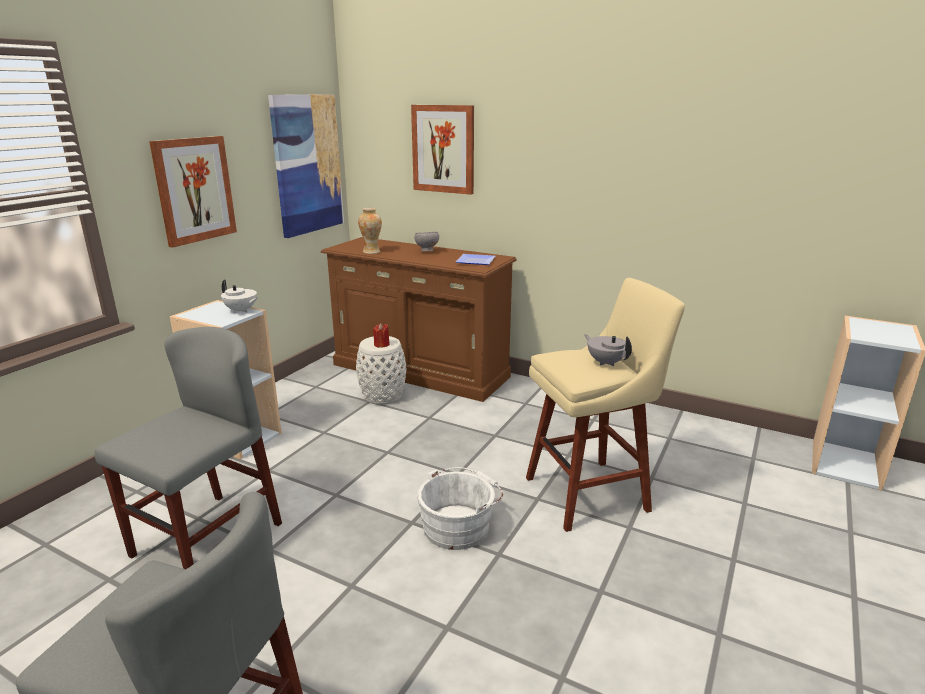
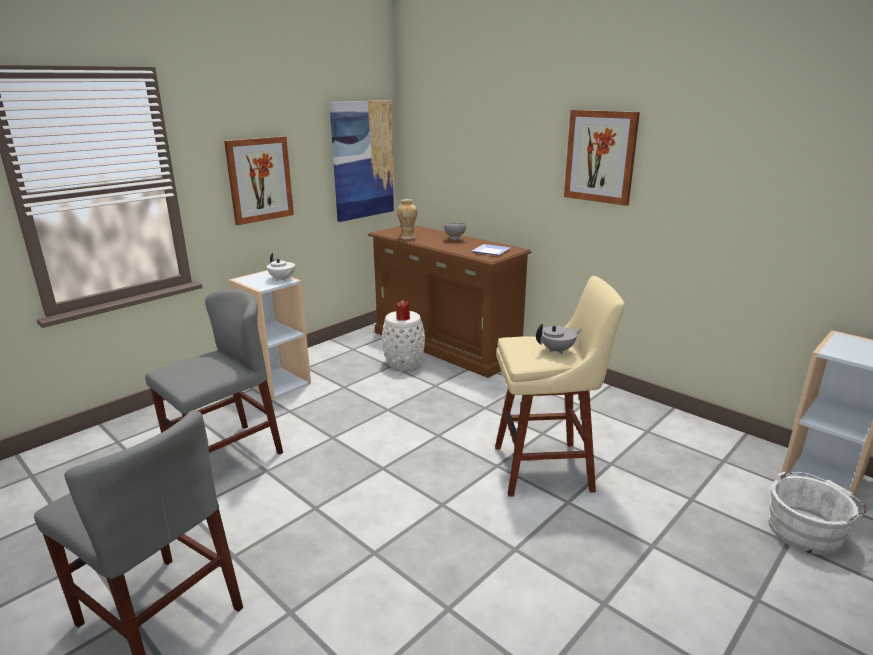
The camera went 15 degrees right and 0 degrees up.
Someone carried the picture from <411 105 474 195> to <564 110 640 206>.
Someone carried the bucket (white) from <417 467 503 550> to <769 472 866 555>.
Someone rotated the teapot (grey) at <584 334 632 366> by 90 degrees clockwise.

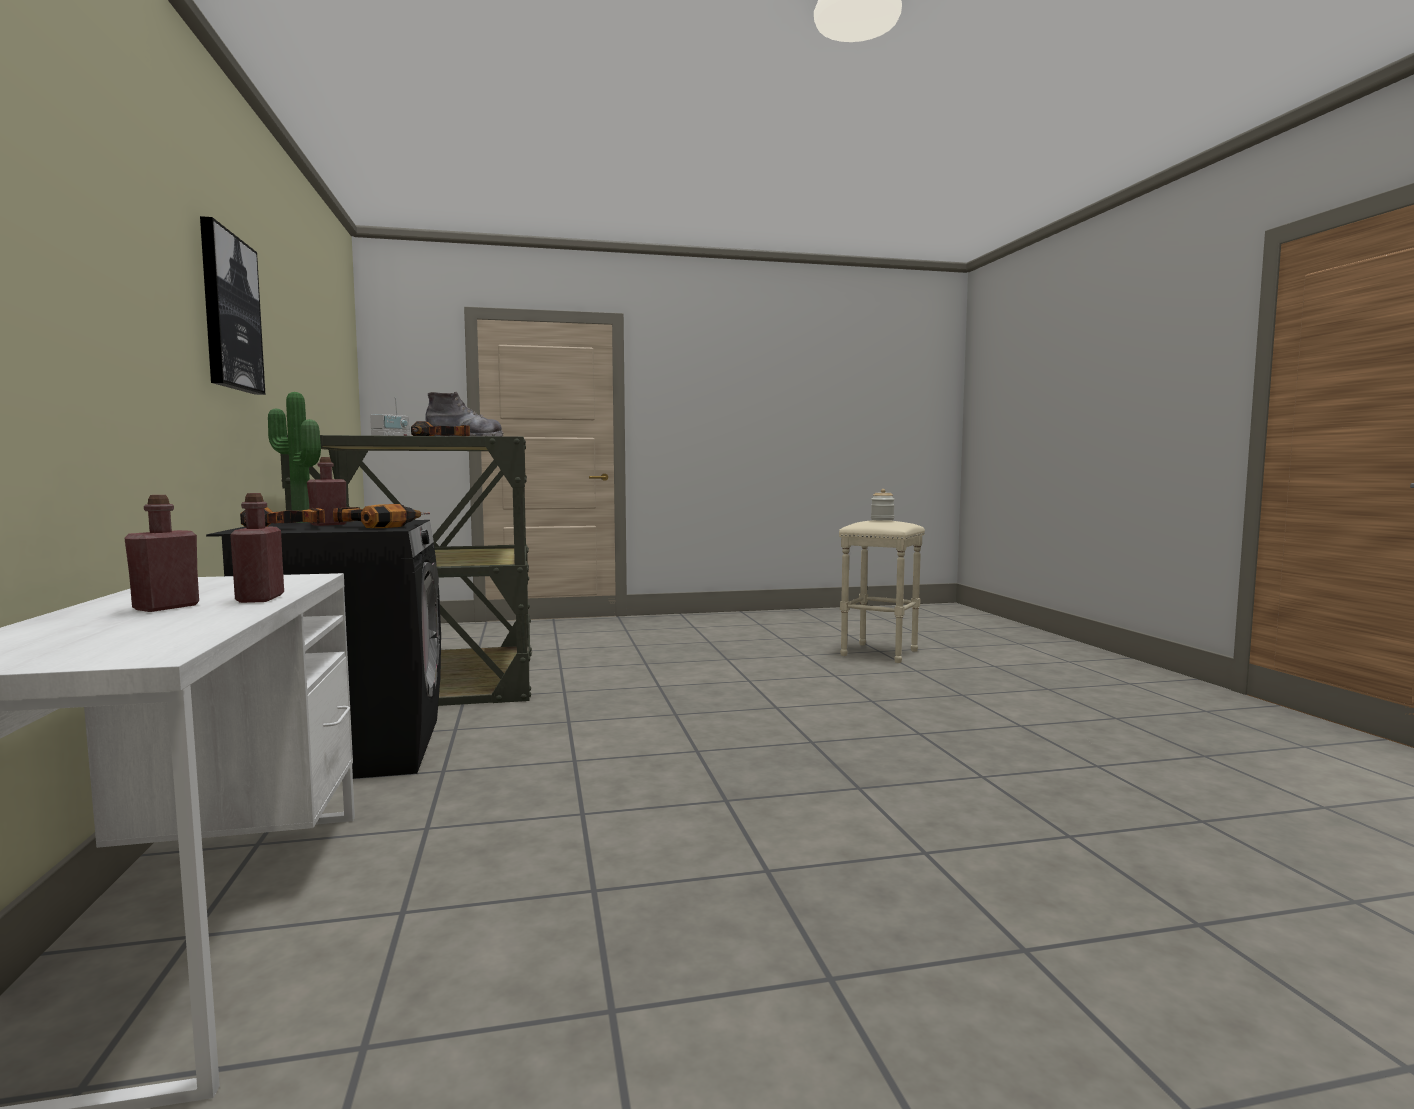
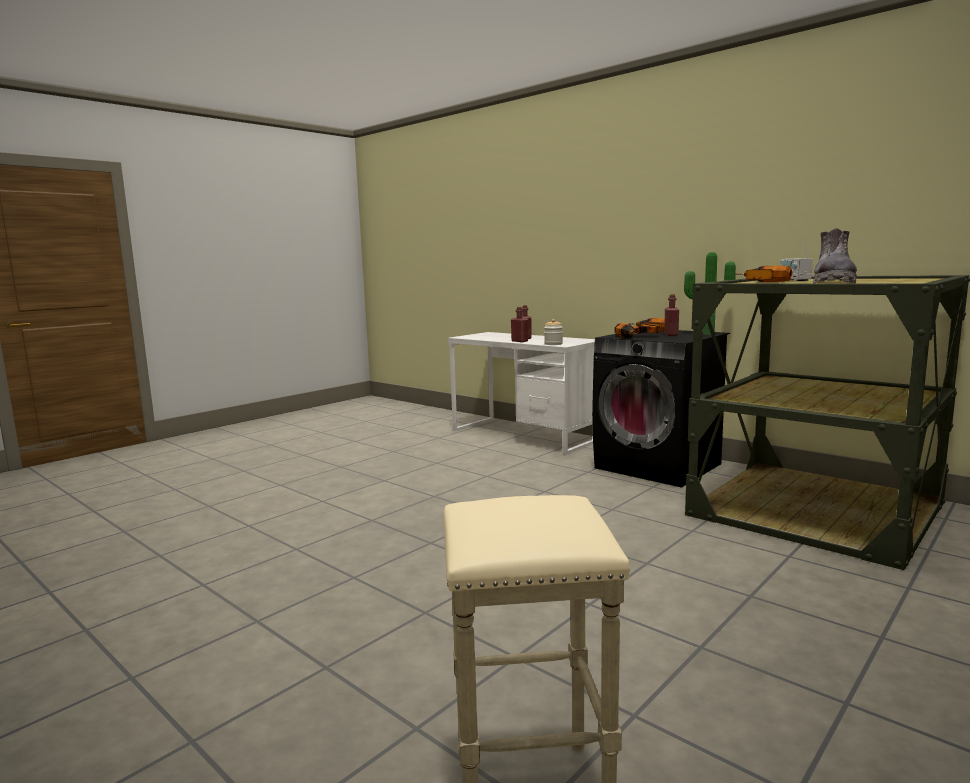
The camera went 145 degrees right and 5 degrees up.
Someone took away the picture at <200 216 265 395>.
Someone carried the jar from <871 489 895 521> to <544 319 563 345>.

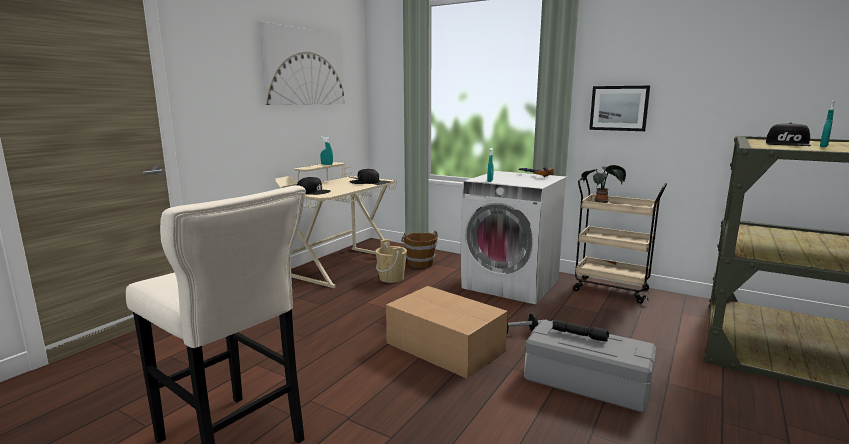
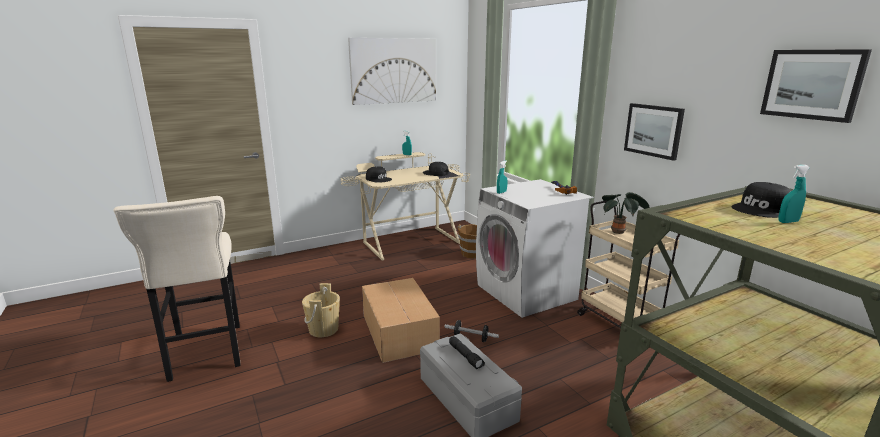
The camera went 30 degrees right and 5 degrees up.
Someone carried the bucket (beige) from <375 239 407 283> to <302 283 340 337>.
Someone put up the picture at <760 49 872 123>.

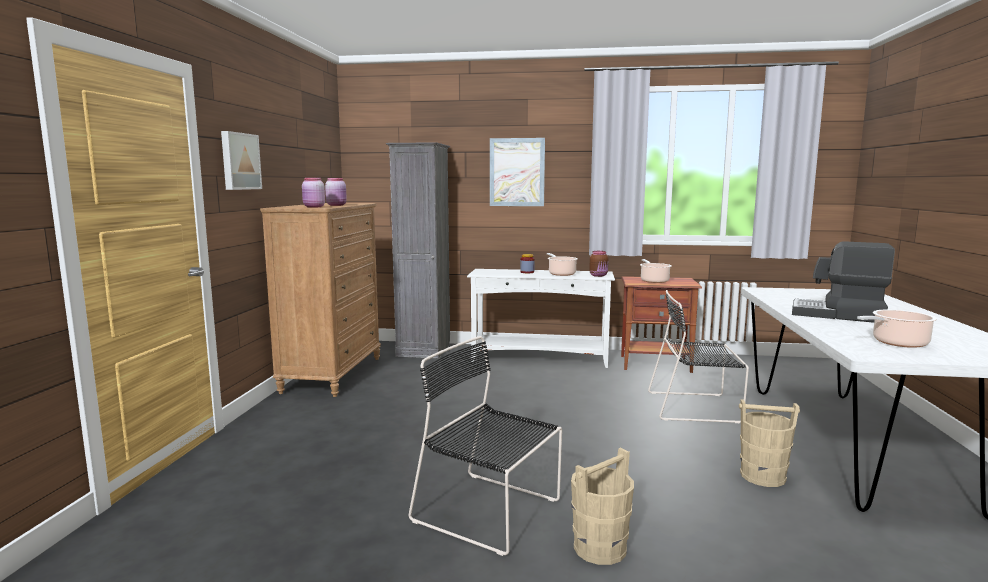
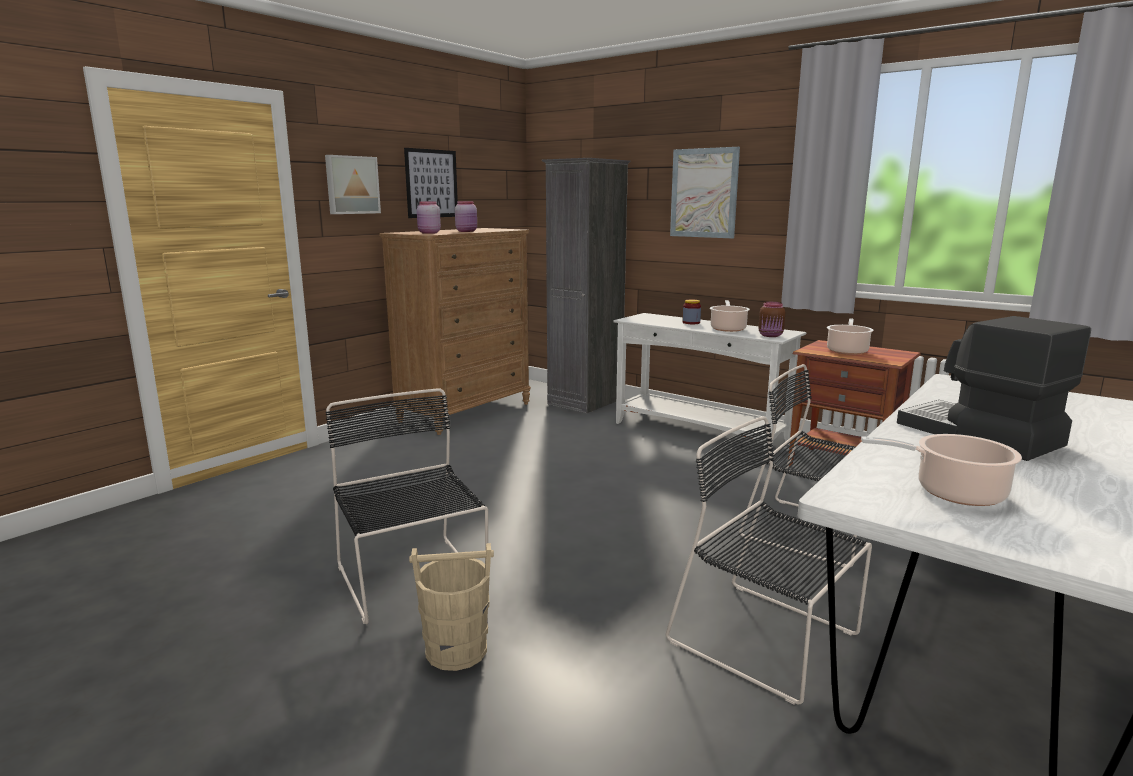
The camera went 30 degrees right and 5 degrees up.
Someone swapped the bucket (beige) at <739 399 800 487> for the chair (black) at <666 416 872 704>.
Someone put up the picture at <404 148 458 218>.

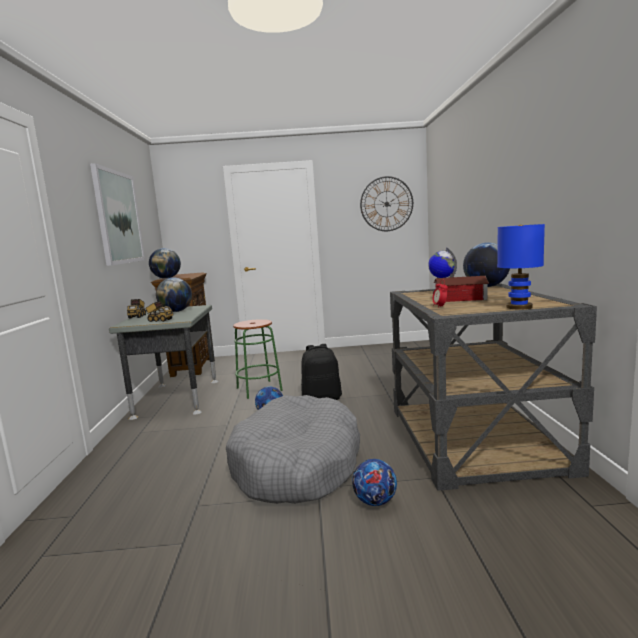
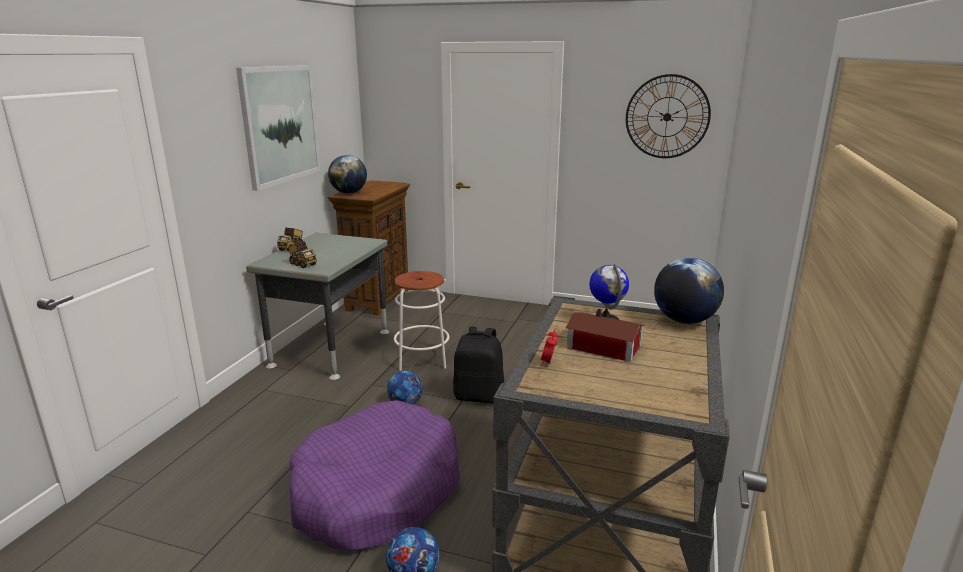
The camera went 20 degrees right and 10 degrees up.
Someone took away the globe at <156 277 192 312>.
Someone repainted the dog bed (grey) at <226 395 360 504>, which became the dog bed (purple) at <289 400 460 551>.
Someone repainted the stool (green) at <233 319 283 399>, which became the stool (white) at <394 271 449 371>.
Someone took away the table lamp (blue) at <497 224 545 310>.

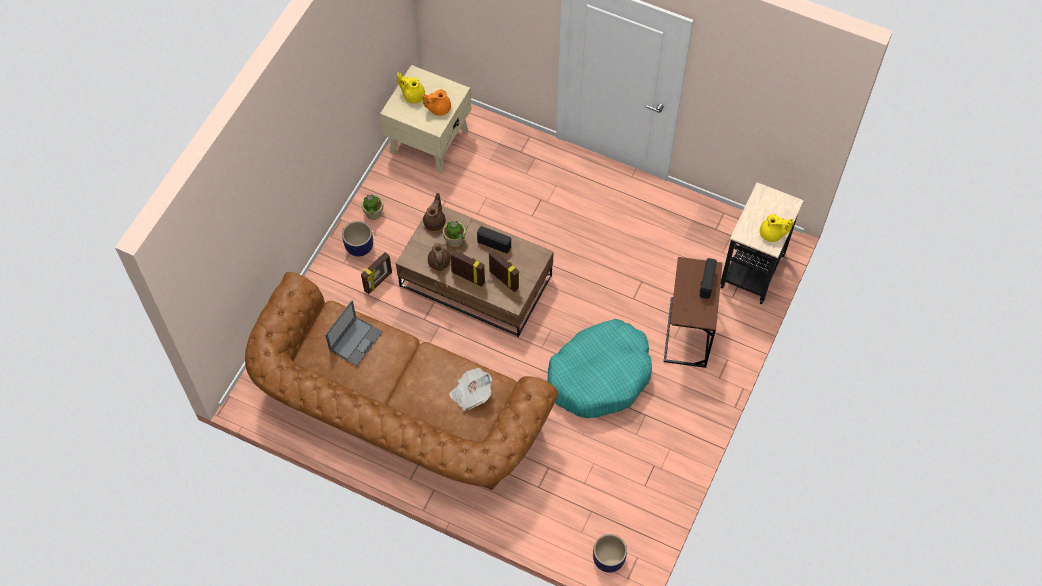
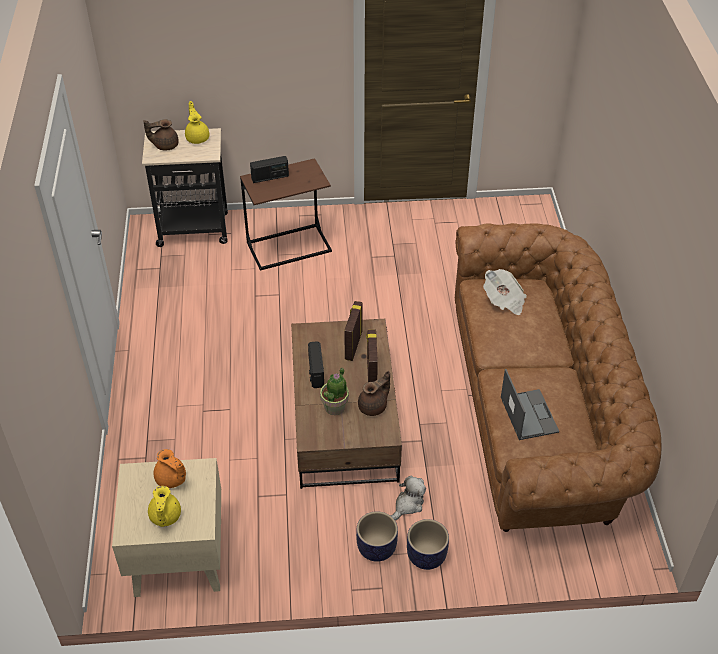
The camera went 120 degrees left and 15 degrees down.
Someone rotated the laptop at <325 300 383 366> by 75 degrees clockwise.
Someone swapped the picture frame at <361 252 392 294> for the plush toy at <391 476 426 521>.
Someone took away the potted plant at <362 194 383 220>.
Someone carried the teapot (brown) from <423 193 446 231> to <143 119 179 150>.
Someone took away the dog bed (turquoise) at <548 319 652 418>.
Someone carried the planter from <593 534 627 573> to <407 519 449 570>.

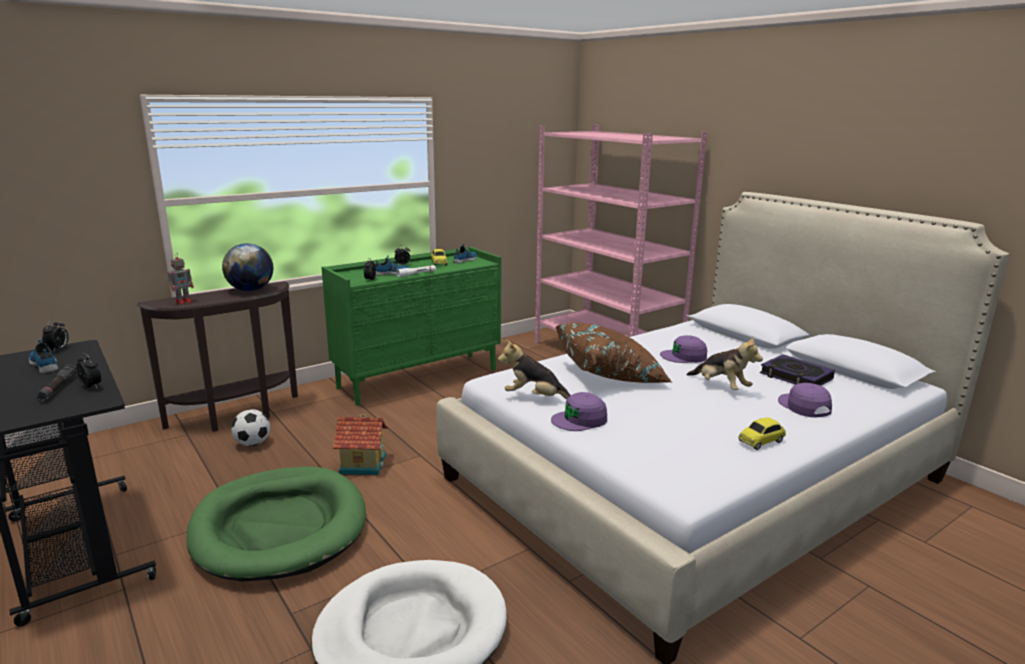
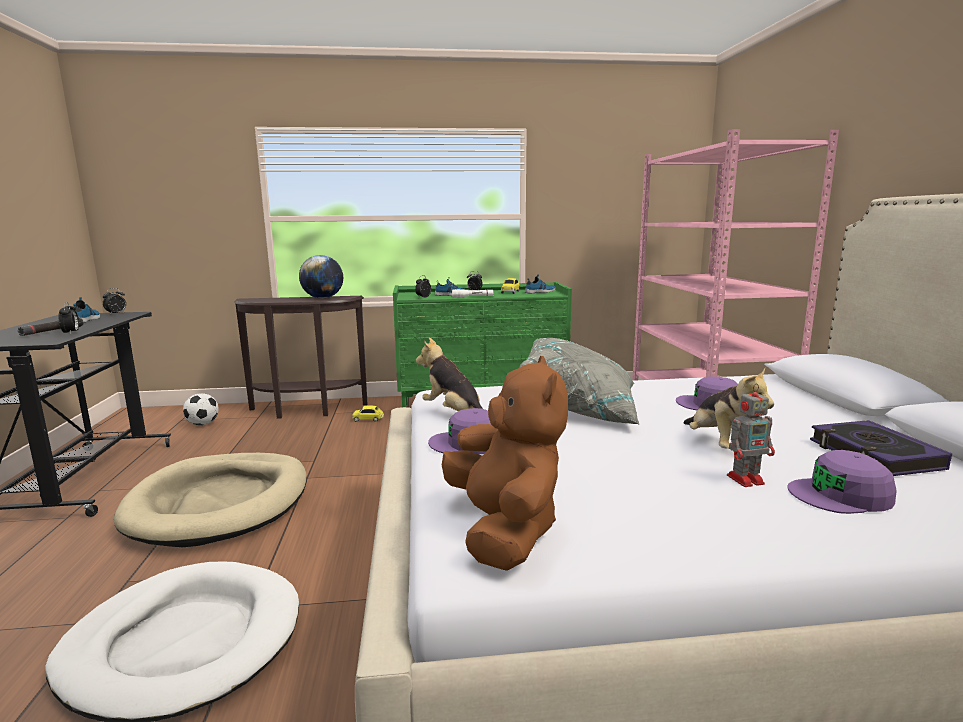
The camera went 30 degrees right and 5 degrees down.
Someone carried the toy robot from <168 253 194 305> to <727 383 775 487>.
Someone repainted the dog bed (green) at <187 467 366 582>, which became the dog bed (beige) at <114 453 307 547>.
Someone carried the football from <231 409 270 446> to <183 393 219 425>.
Someone took away the toy house at <333 414 388 475>.
Someone repainted the pillow (brown) at <556 323 672 383>, which became the pillow (grey) at <519 338 640 425>.
Someone carried the toy car from <738 418 786 450> to <352 405 384 422>.
Someone rotated the cap (purple) at <778 383 832 417> by 105 degrees counterclockwise.
Someone put down the plush toy (brown) at <442 356 568 571>.

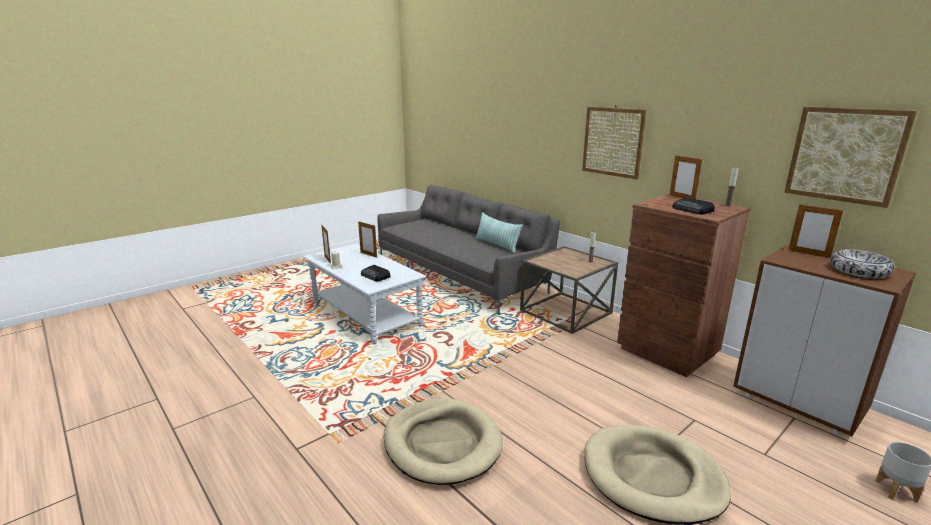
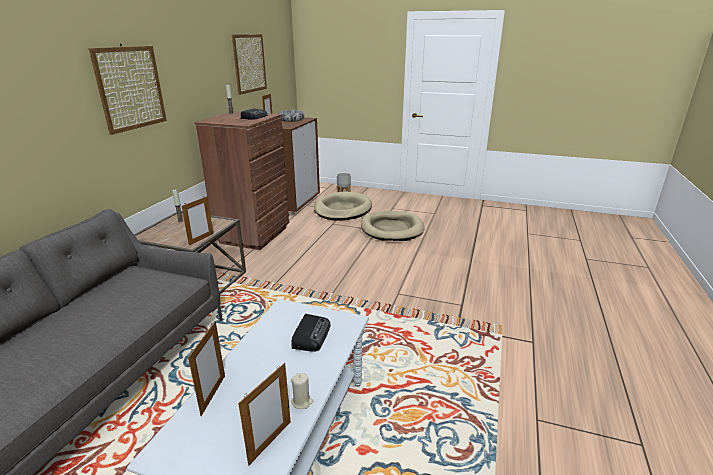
The camera went 120 degrees left and 5 degrees up.
Someone carried the dog bed (beige) from <384 398 503 485> to <314 192 372 221>.
Someone took away the pillow at <475 212 523 253>.
Someone carried the picture frame from <670 154 702 199> to <182 196 213 245>.

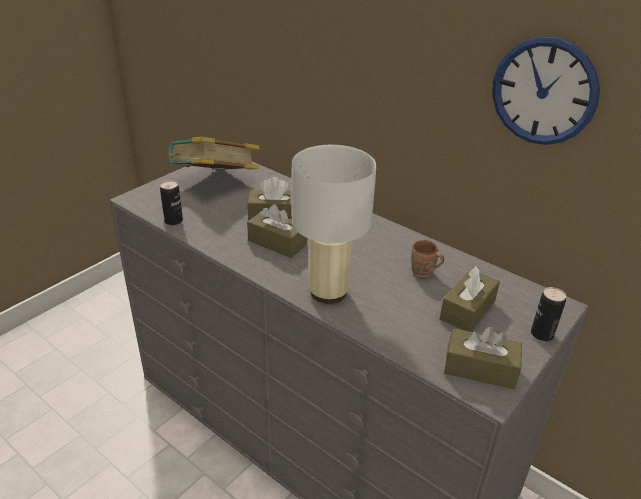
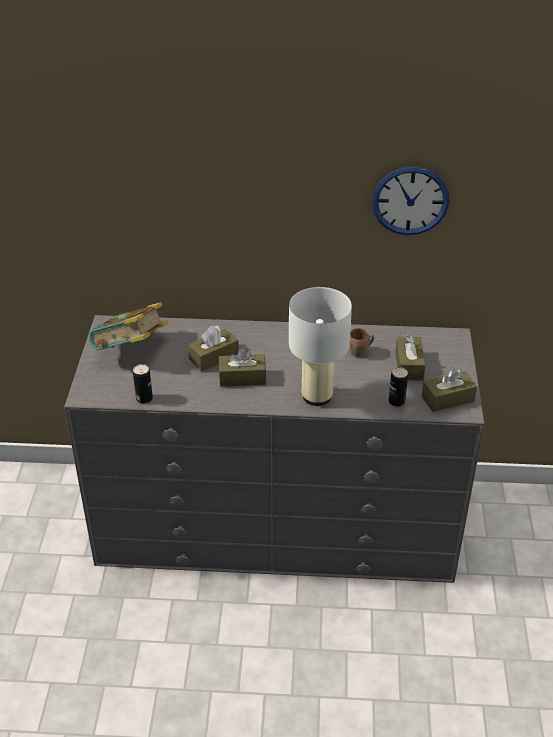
The camera went 35 degrees left and 5 degrees up.
Someone carried the can from <531 287 566 341> to <389 367 408 406>.

